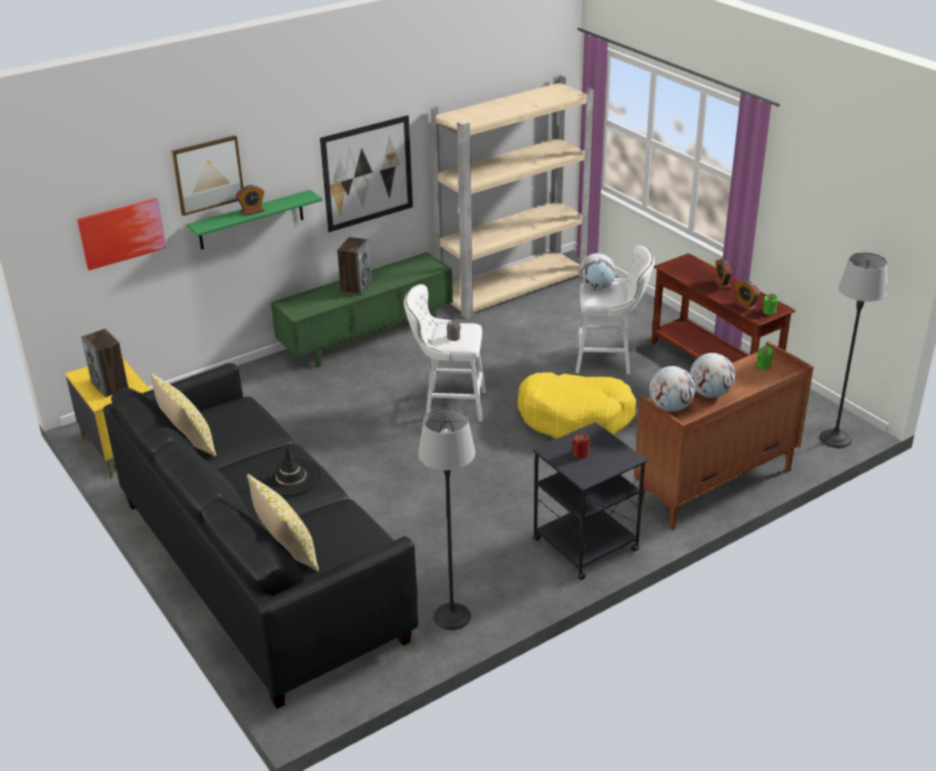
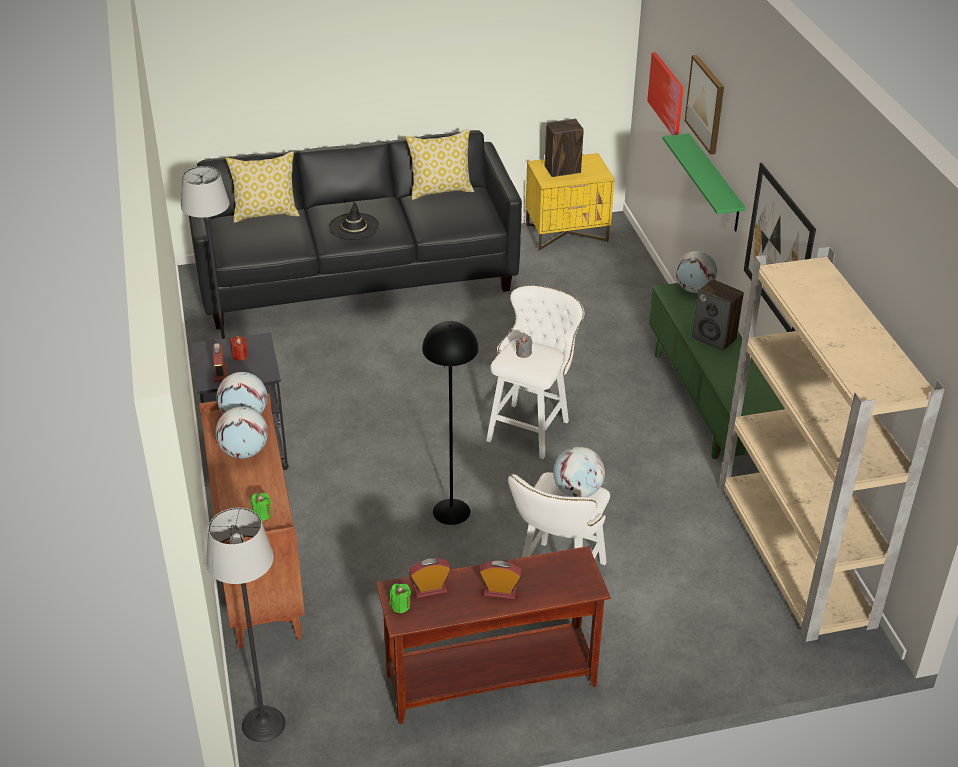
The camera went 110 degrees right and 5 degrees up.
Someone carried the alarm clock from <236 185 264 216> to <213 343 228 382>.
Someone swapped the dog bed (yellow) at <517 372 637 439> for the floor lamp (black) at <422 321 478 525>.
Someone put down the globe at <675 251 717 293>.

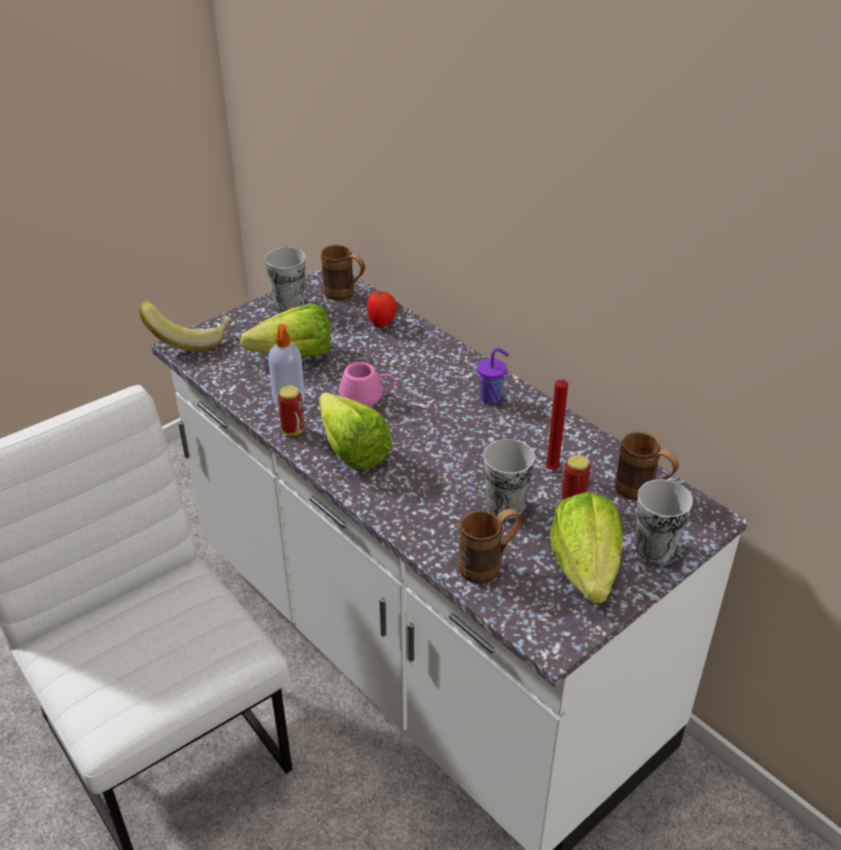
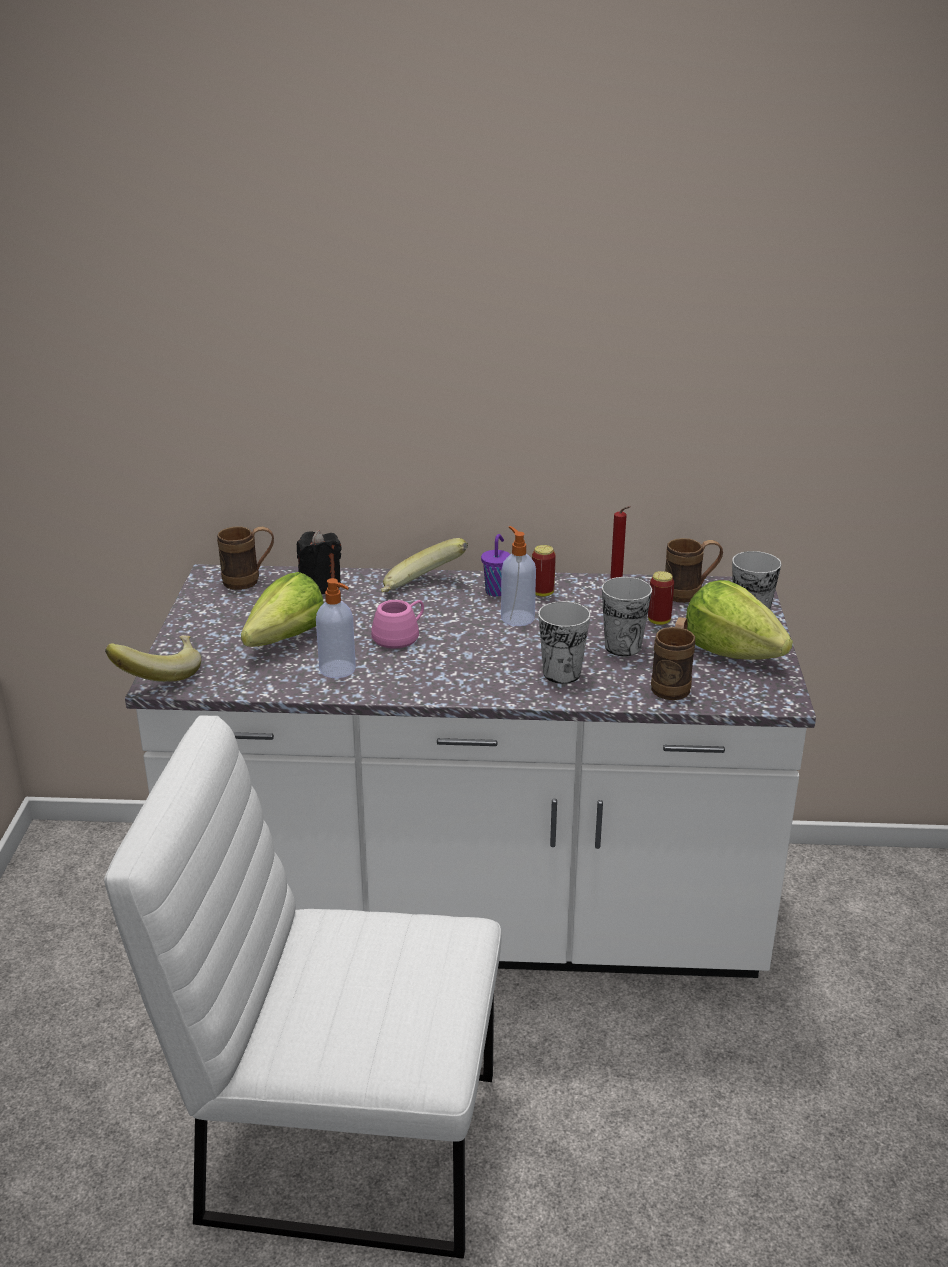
The camera went 45 degrees left and 10 degrees down.
Someone carried the cup from <265 247 306 312> to <538 601 590 684>.
Someone carried the can from <278 385 304 435> to <532 545 556 597>.
Someone took away the lettuce at <319 392 392 470>.
Someone swapped the tomato at <367 290 397 328> for the candle (black) at <297 530 342 594>.
Someone put down the banana at <381 538 468 592>.
Someone put down the soap dispenser at <501 526 536 626>.

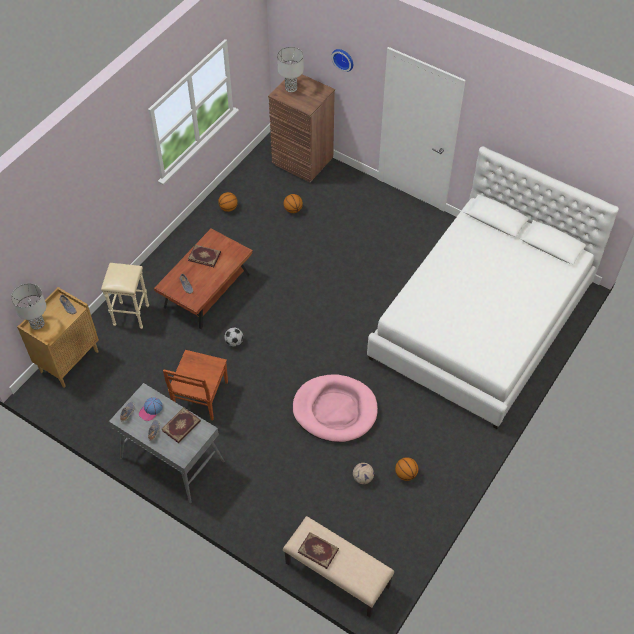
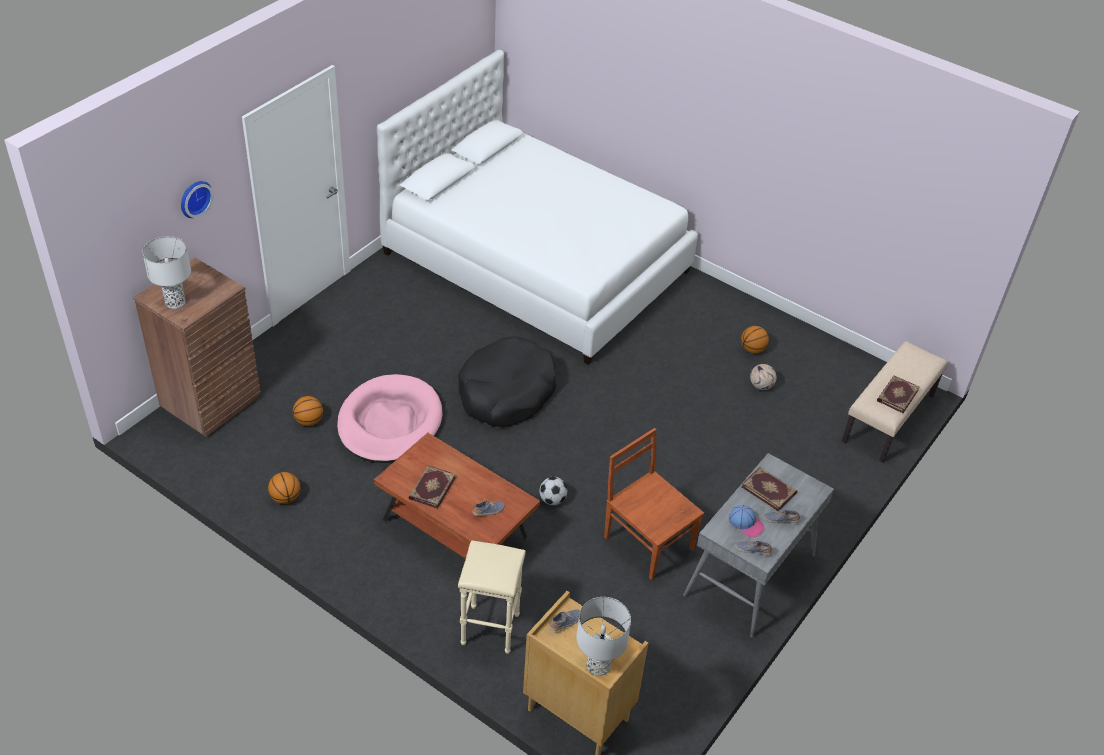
The camera went 90 degrees left and 10 degrees down.
Someone rotated the chair (brown) at <163 350 228 420> by 150 degrees counterclockwise.
Someone carried the dog bed (pink) from <292 374 378 442> to <337 374 443 463>.
Someone put down the dog bed (black) at <458 336 556 427>.

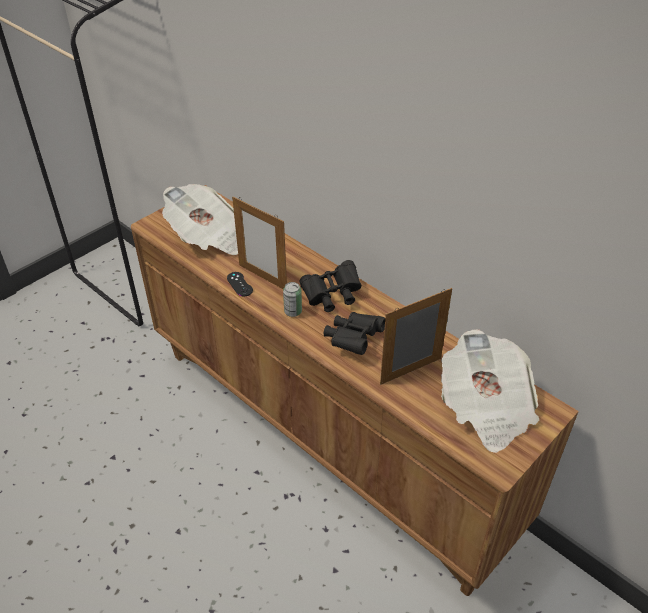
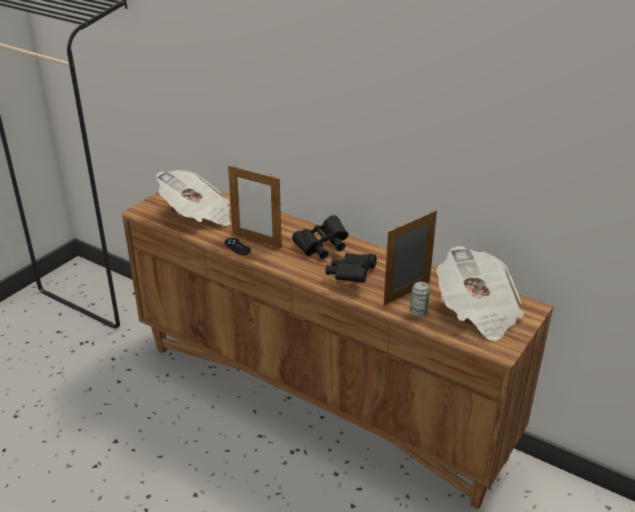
The camera went 10 degrees left and 10 degrees down.
Someone carried the can from <283 282 302 317> to <410 282 430 317>.

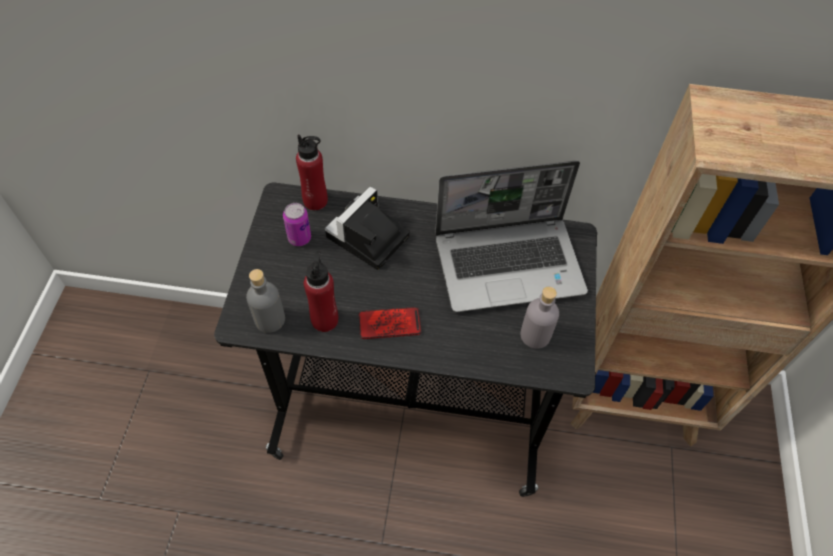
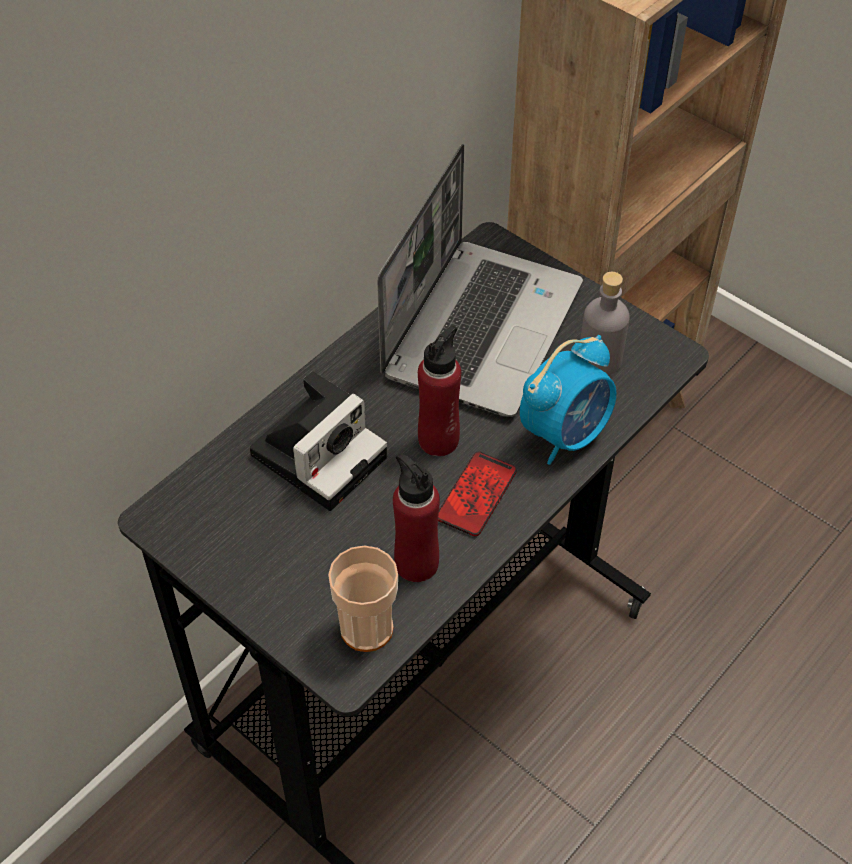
The camera went 55 degrees left and 5 degrees down.
Someone swapped the bottle (grey) at <246 269 285 333> for the cup at <328 545 398 652>.
Someone took away the can at <283 203 311 246>.
Someone carried the bottle (red) from <296 135 328 210> to <418 326 461 456>.
Someone rotated the photo camera at <325 187 410 270> by 120 degrees counterclockwise.
Someone put down the alarm clock at <520 335 617 465>.

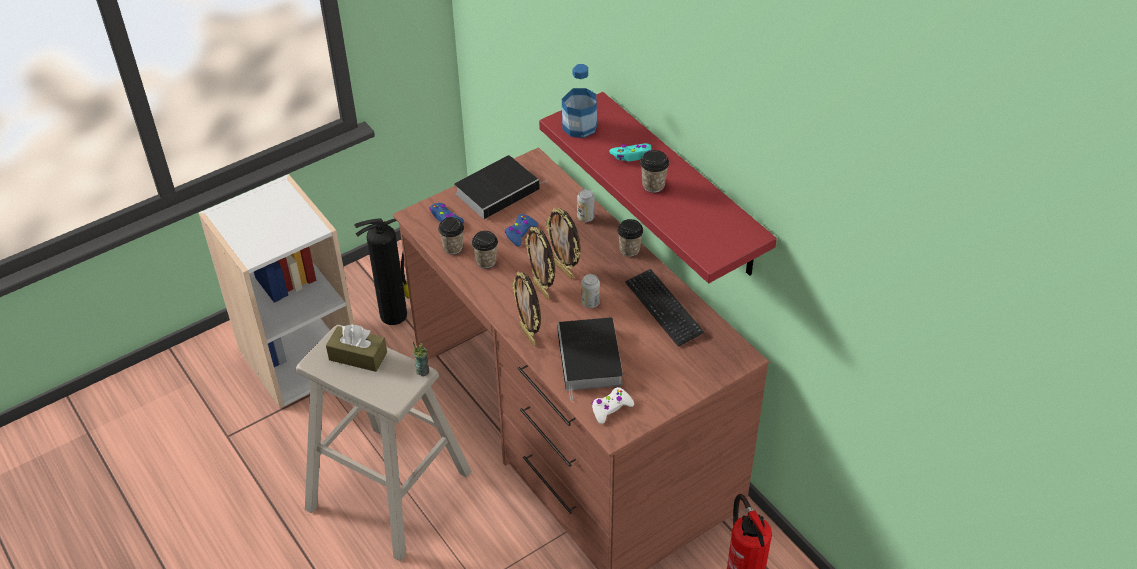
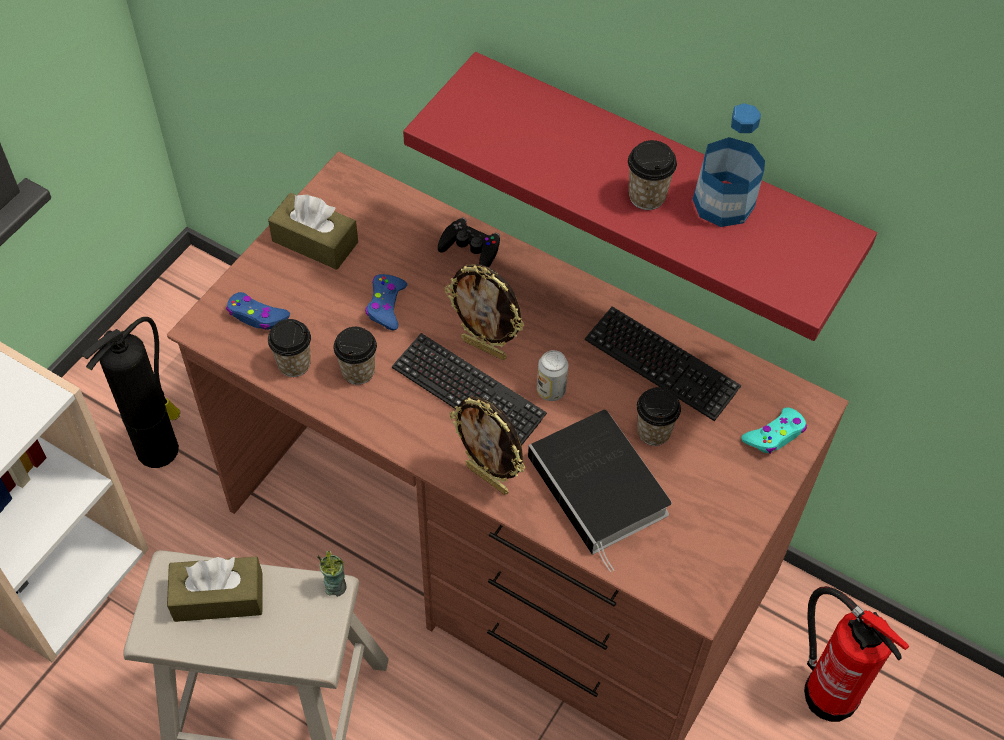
The camera went 25 degrees left and 10 degrees up.
Someone swapped the book at <454 155 548 219> for the tissue box (brown) at <268 193 358 270>.
Someone swapped the picture frame at <525 227 555 300> for the keyboard at <392 333 547 445>.
Someone carried the bottle from <562 64 597 138> to <693 103 765 227>.
Someone swapped the can at <577 189 595 222> for the game controller (black) at <438 218 500 267>.
Someone took away the game controller (white) at <592 387 634 424>.
Someone carried the game controller (turquoise) from <609 143 651 161> to <741 407 807 454>.
Someone carried the cup from <617 219 643 257> to <637 387 681 446>.

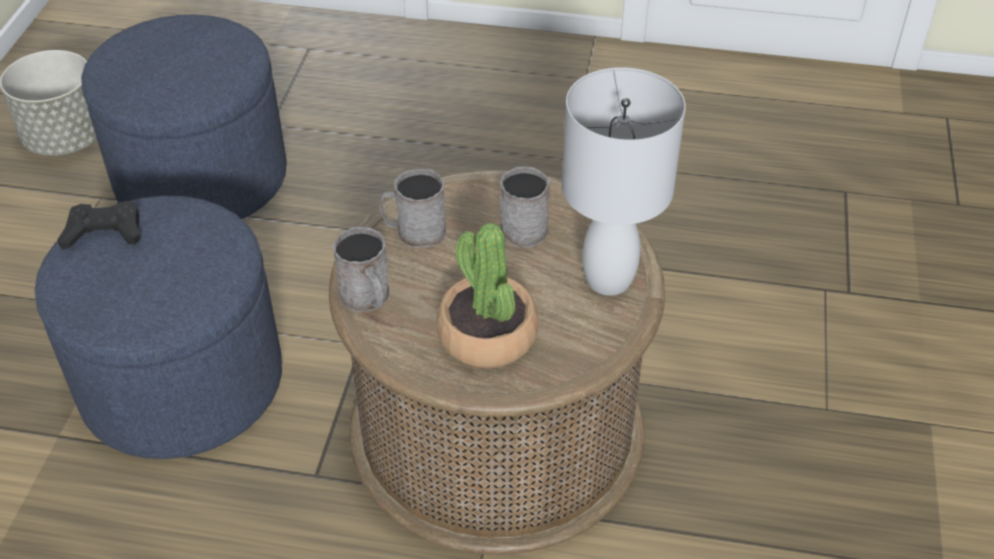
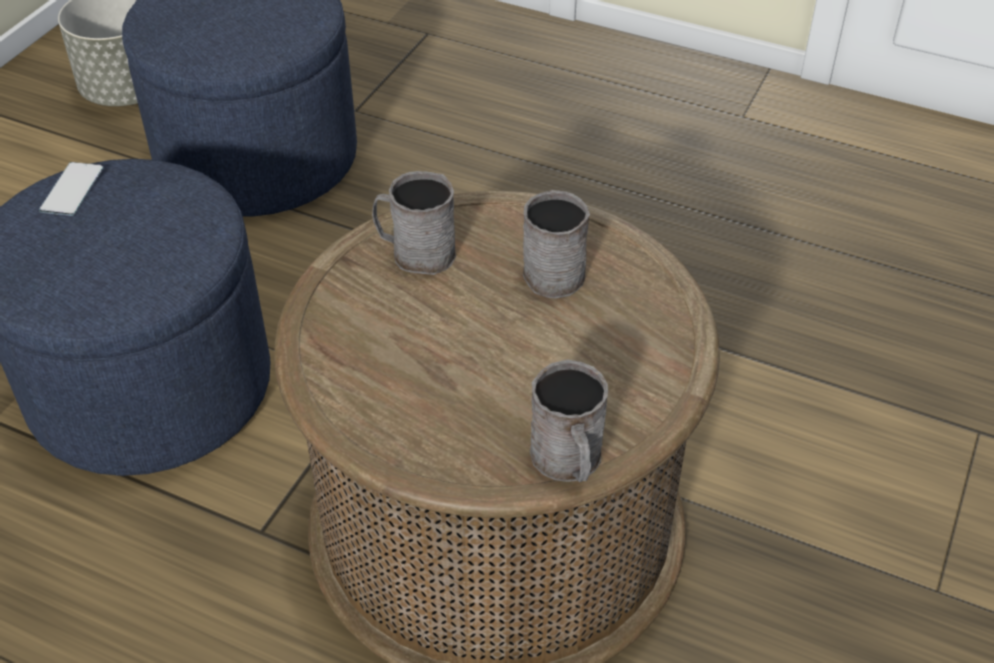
The camera went 15 degrees right and 0 degrees up.
Someone swapped the game controller (black) at <57 201 140 249> for the phone at <39 162 103 216>.
Someone carried the mug (grey) from <332 227 390 312> to <530 360 608 482>.
Someone took away the potted plant at <437 223 539 369>.
Someone took away the table lamp (white) at <562 67 686 296>.

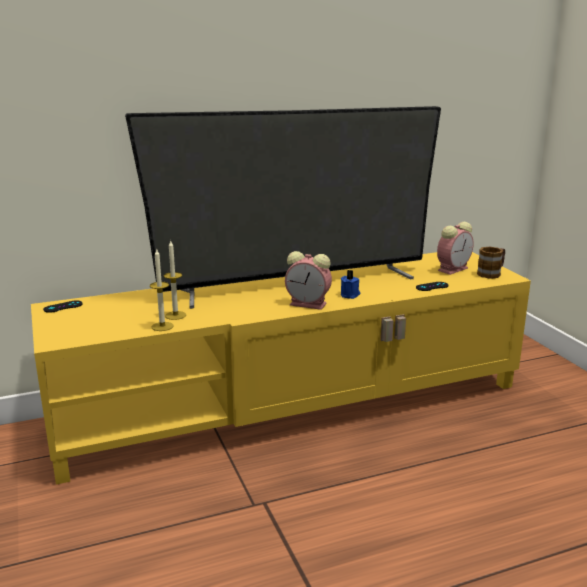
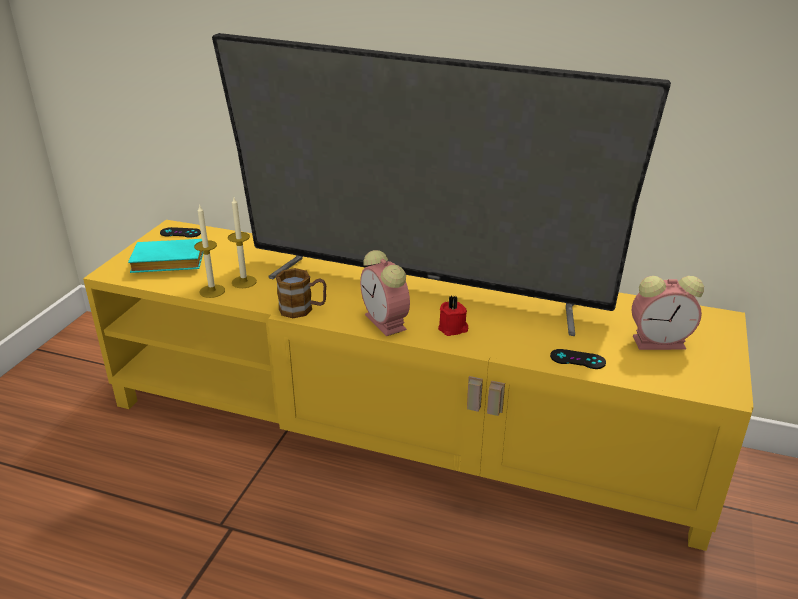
The camera went 40 degrees right and 10 degrees up.
Someone repainted the candle (blue) at <341 270 360 299>, which became the candle (red) at <438 296 468 336>.
Someone carried the mug from <477 247 505 279> to <276 268 326 318>.
Someone put down the book (turquoise) at <128 239 203 273>.

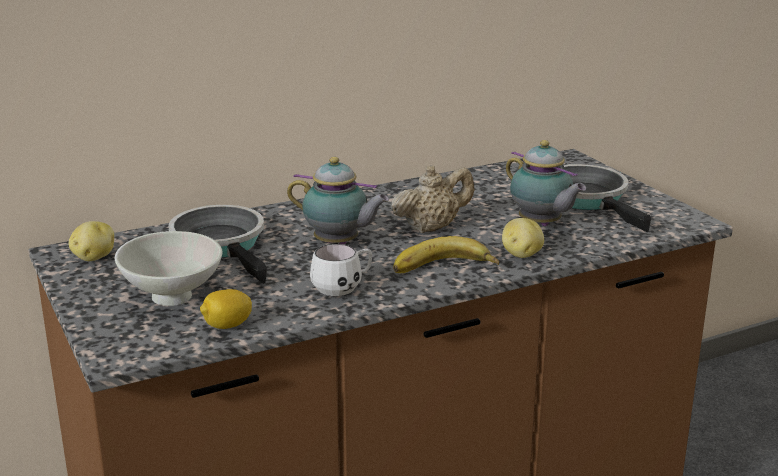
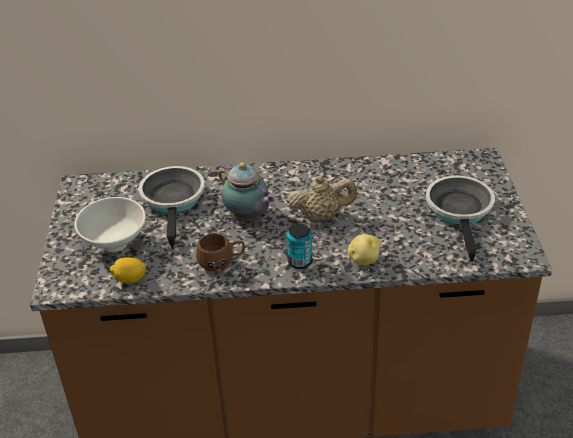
The camera went 25 degrees right and 15 degrees up.
Someone took away the potato at <69 221 114 261>.
Someone repainted the mug (white) at <310 244 372 296>, which became the mug (brown) at <196 233 245 272>.
Someone swapped the banana at <393 236 499 273> for the can at <287 223 312 269>.
Someone took away the teapot at <506 140 586 226>.

